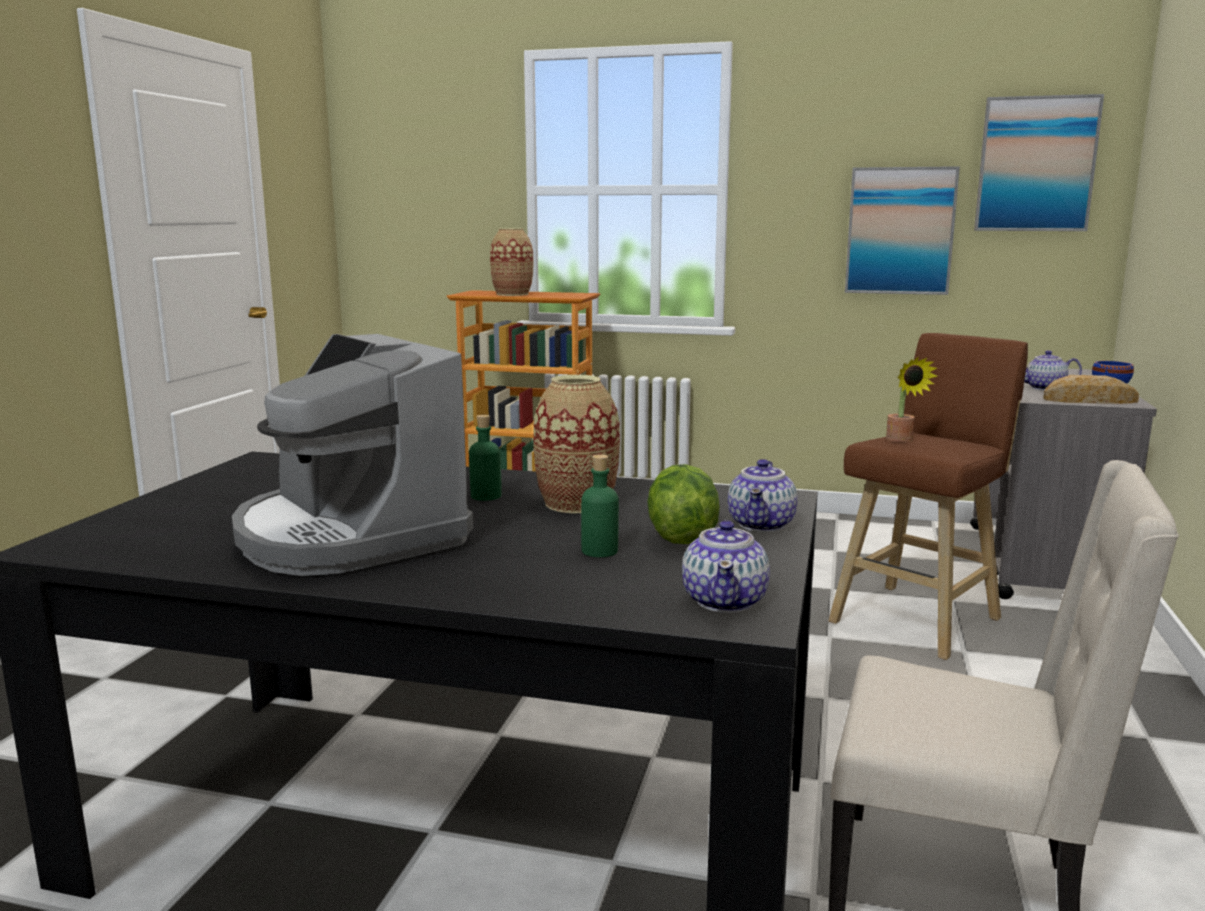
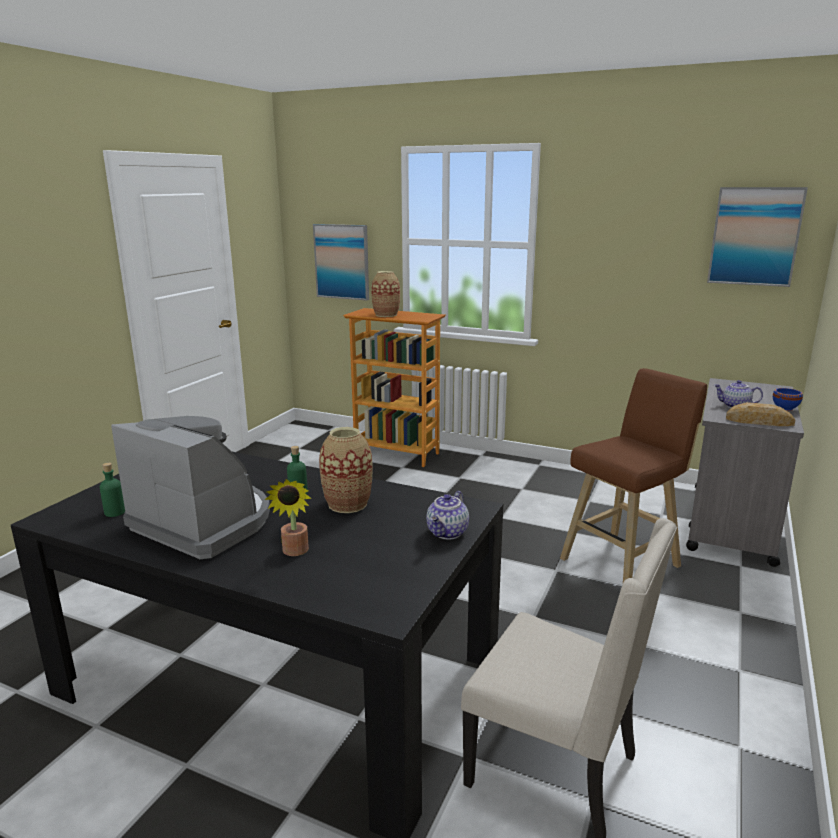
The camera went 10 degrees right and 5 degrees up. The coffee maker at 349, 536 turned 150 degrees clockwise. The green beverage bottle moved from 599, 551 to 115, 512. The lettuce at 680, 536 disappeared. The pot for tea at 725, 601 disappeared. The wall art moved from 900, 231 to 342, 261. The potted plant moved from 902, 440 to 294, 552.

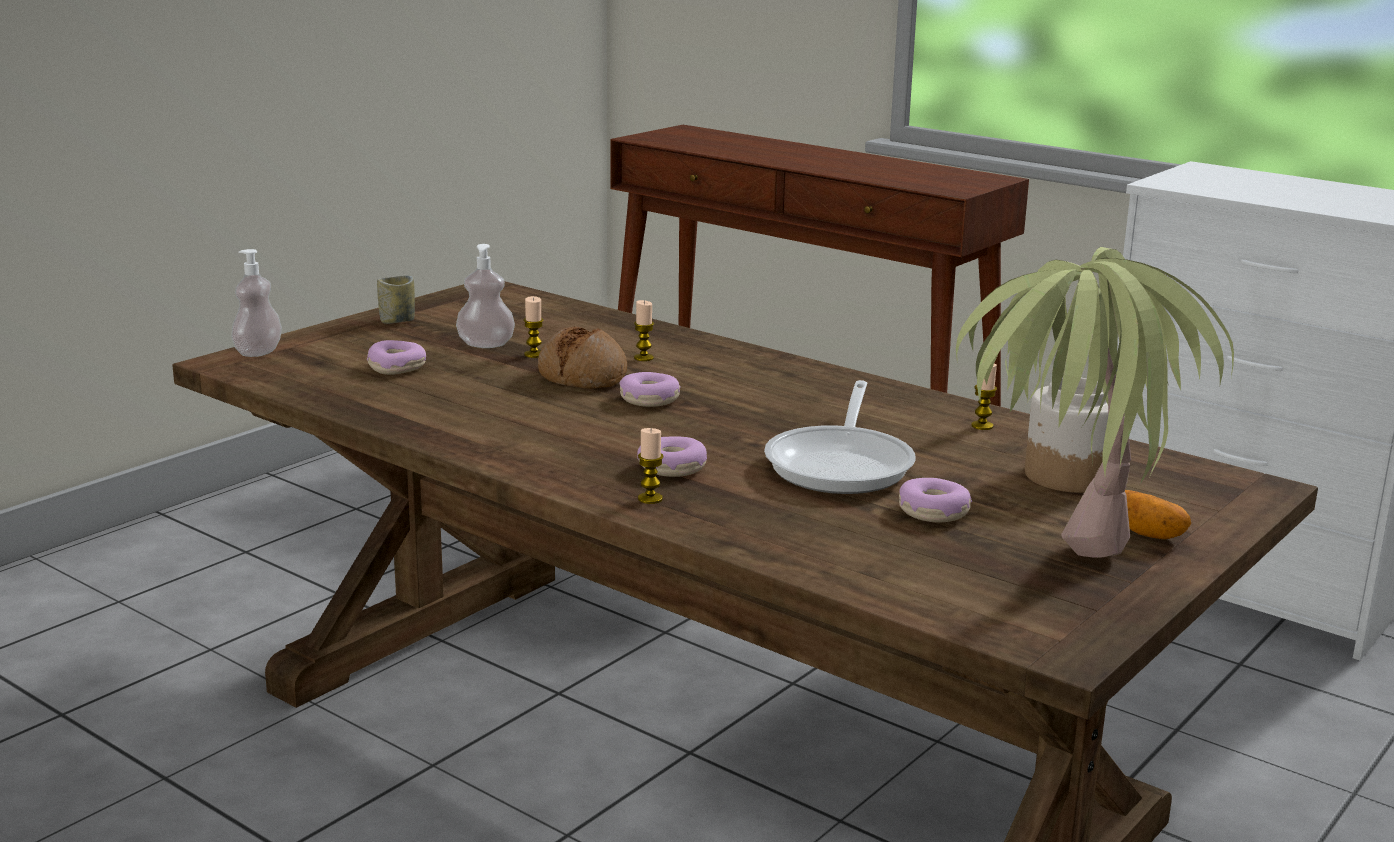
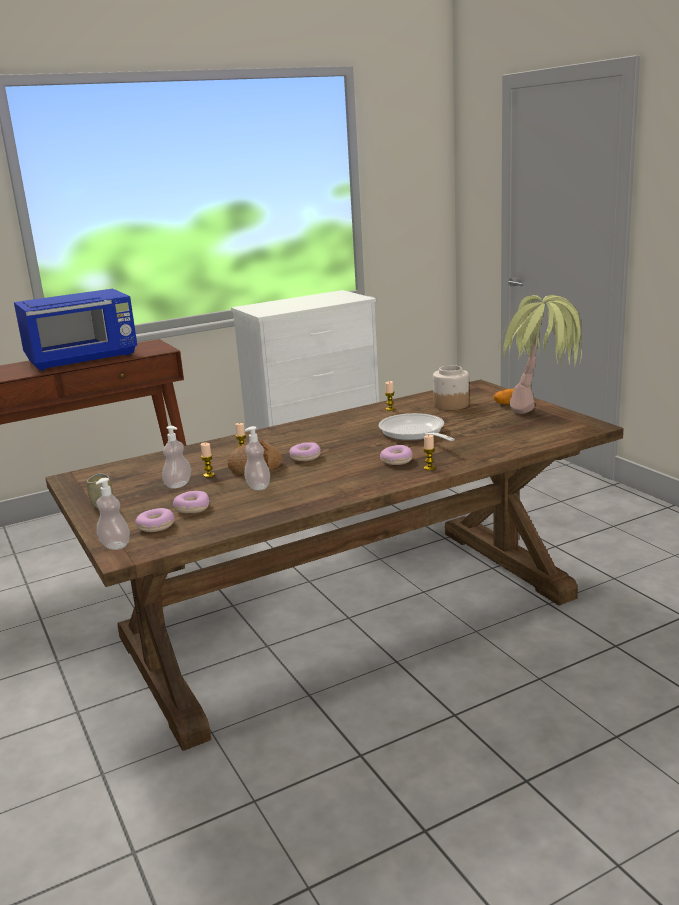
The camera went 65 degrees left and 0 degrees up. The pan at 842, 464 turned 150 degrees counterclockwise. The donut moved from 933, 512 to 156, 526. The bluish microwave at 83, 358 appeared. The soap bottle at 258, 486 appeared.

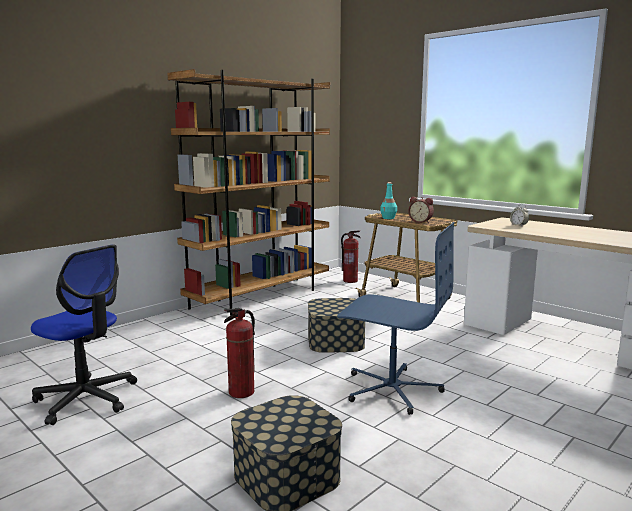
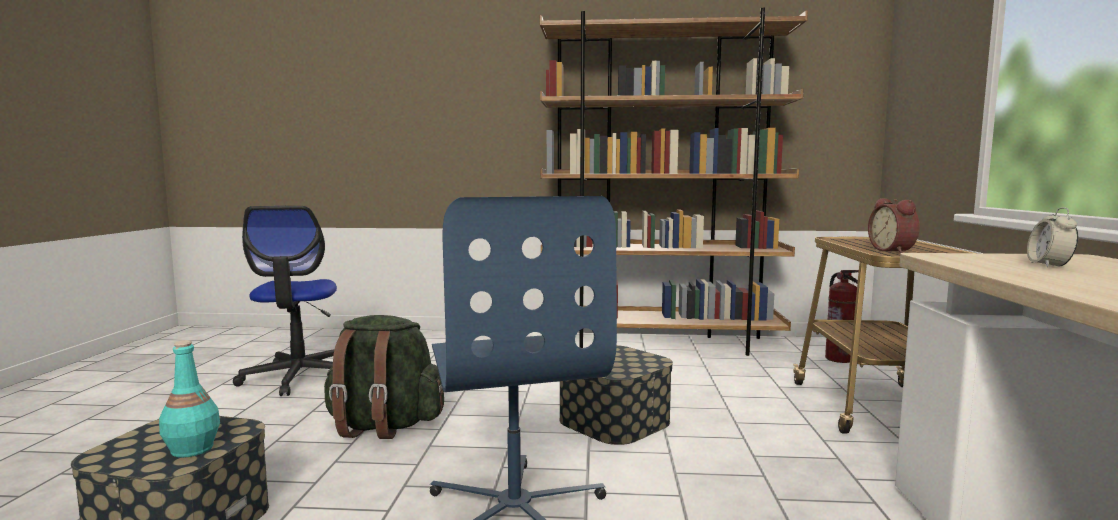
The camera went 50 degrees right and 5 degrees down. The fire-fighting cylinder at 241, 392 was replaced by the green rucksack at 383, 426. The turquoise-coloured beverage bottle moved from 388, 218 to 192, 449.

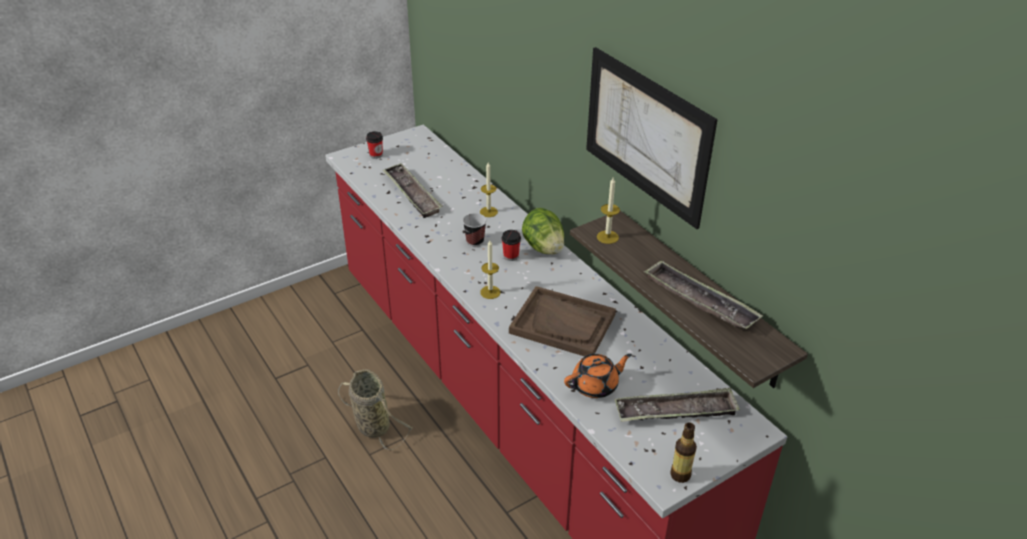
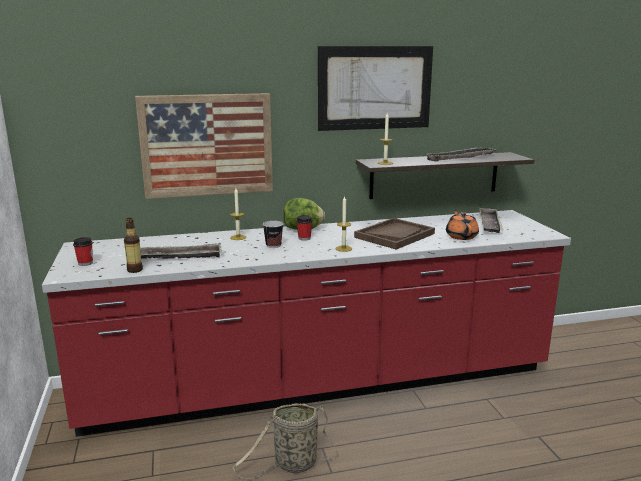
The camera went 70 degrees left and 20 degrees down. The beverage bottle moved from 680, 475 to 135, 270. The wall art at 207, 145 appeared.

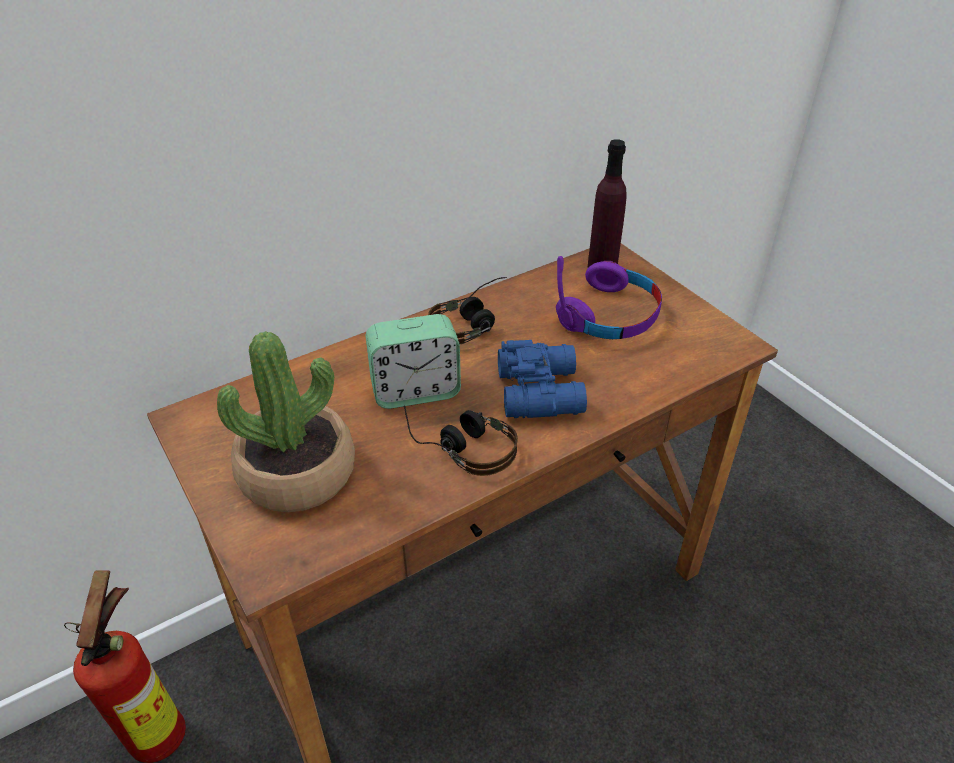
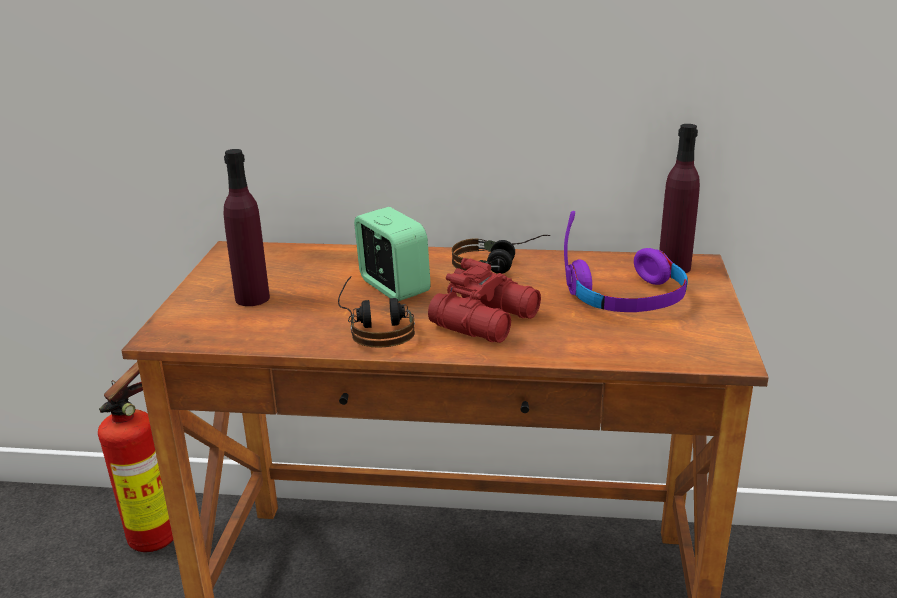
The camera went 40 degrees right and 15 degrees down. The potted plant at 297, 472 was replaced by the purple beverage bottle at 252, 298. The bedside clock at 415, 391 turned 150 degrees counterclockwise. The bluish pair of binoculars at 541, 390 became the reddish pair of binoculars at 488, 320.

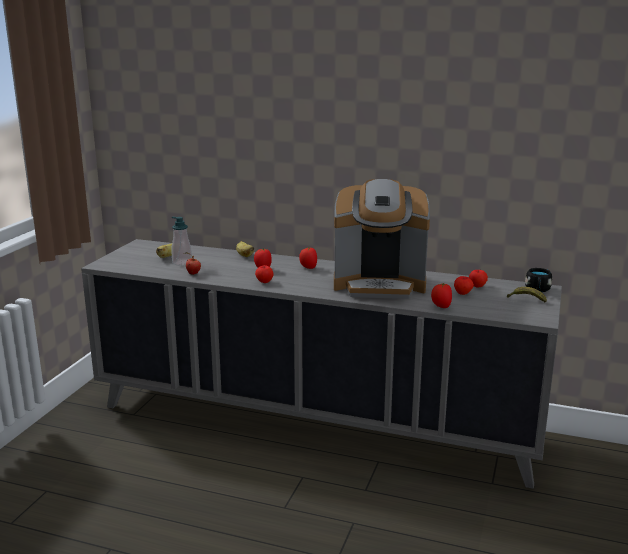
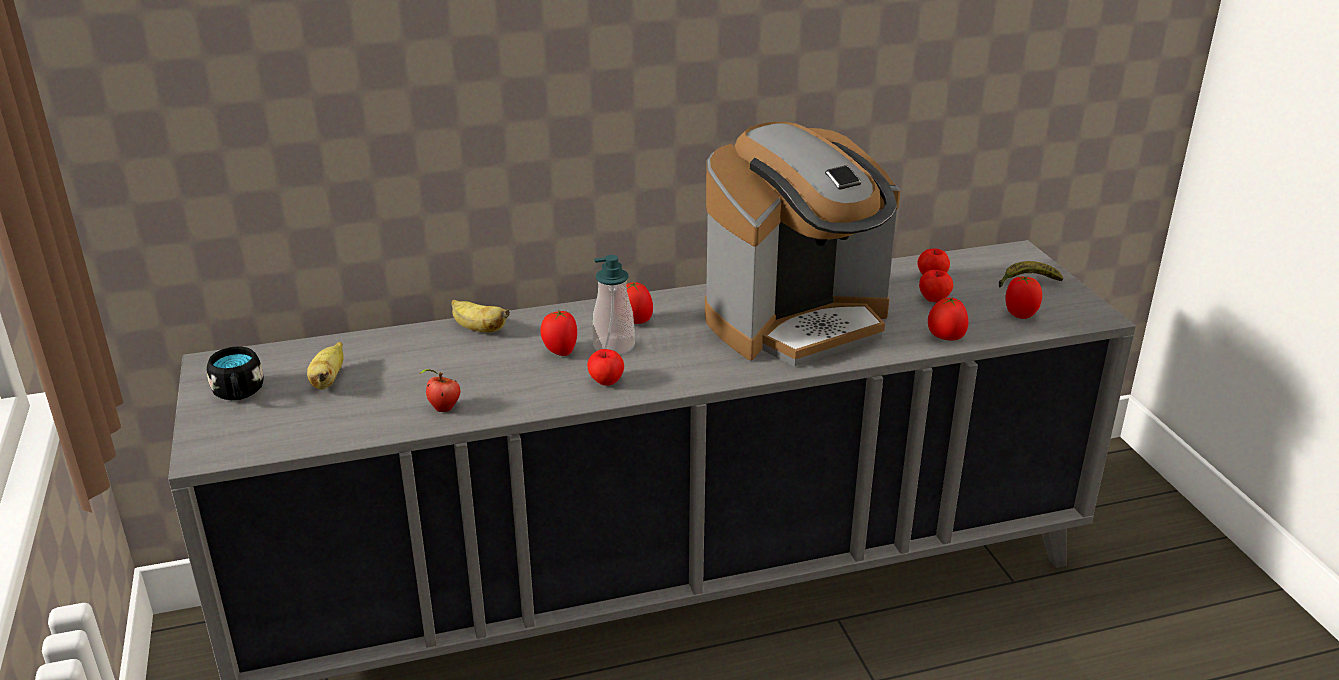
The camera went 35 degrees left and 10 degrees up. The soap bottle moved from 182, 263 to 614, 346. The black tea mug moved from 537, 290 to 239, 393. The whole tomato at 1020, 314 appeared.

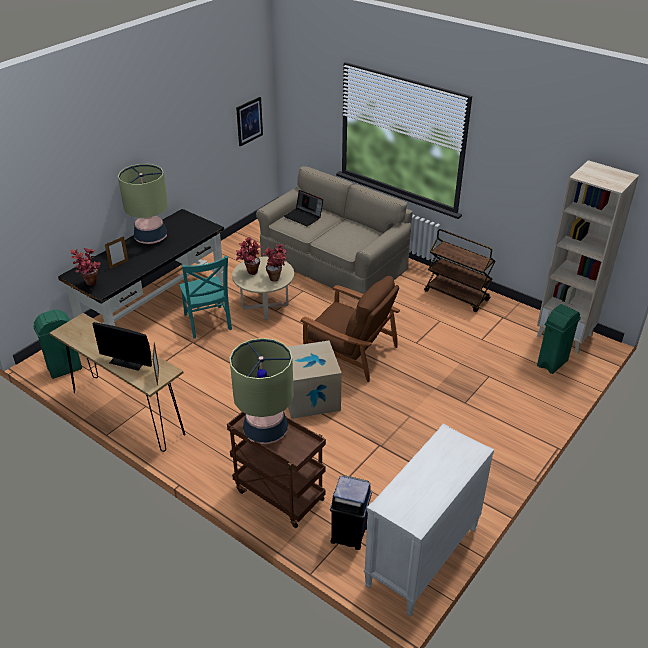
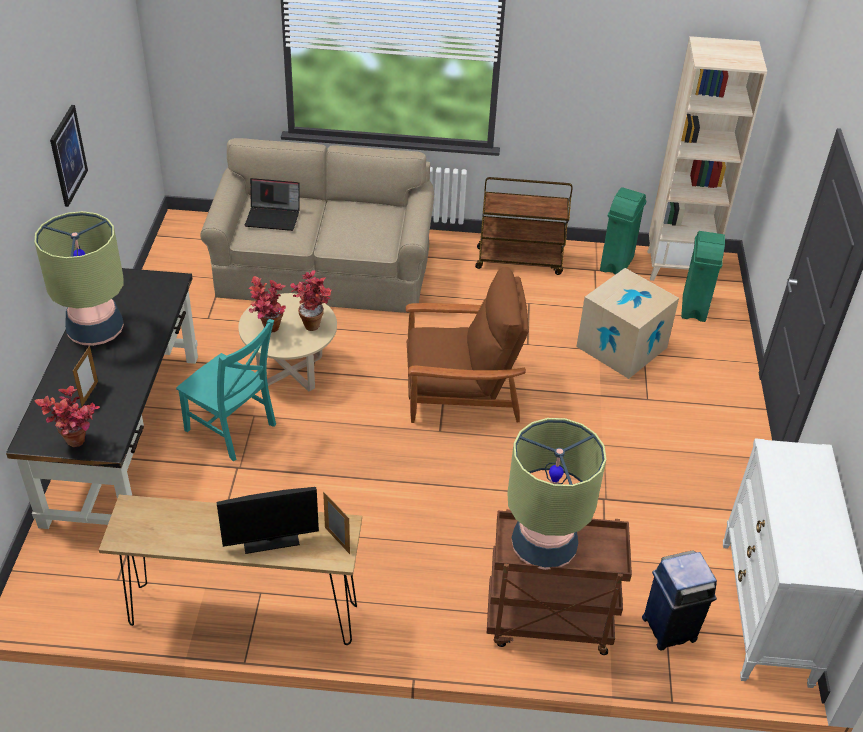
The camera went 35 degrees left and 5 degrees up. The green rubbish bin moved from 64, 369 to 616, 264. The wall art moved from 249, 121 to 68, 155. The cardboard box moved from 310, 397 to 621, 347.

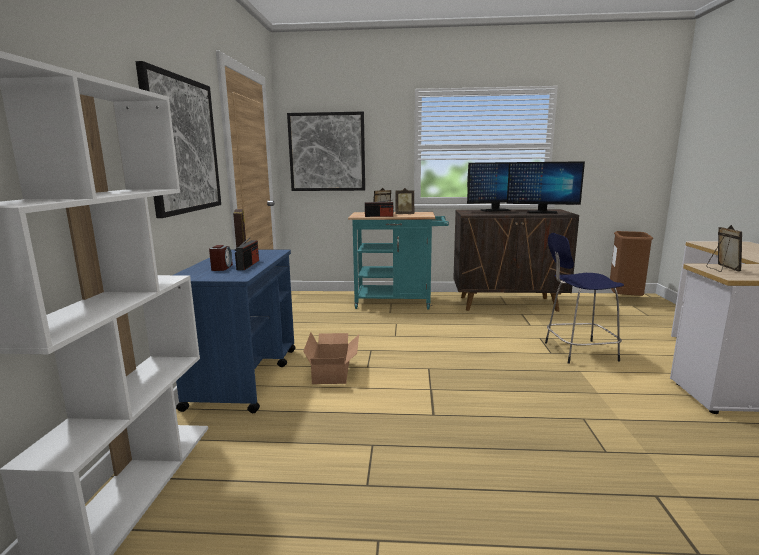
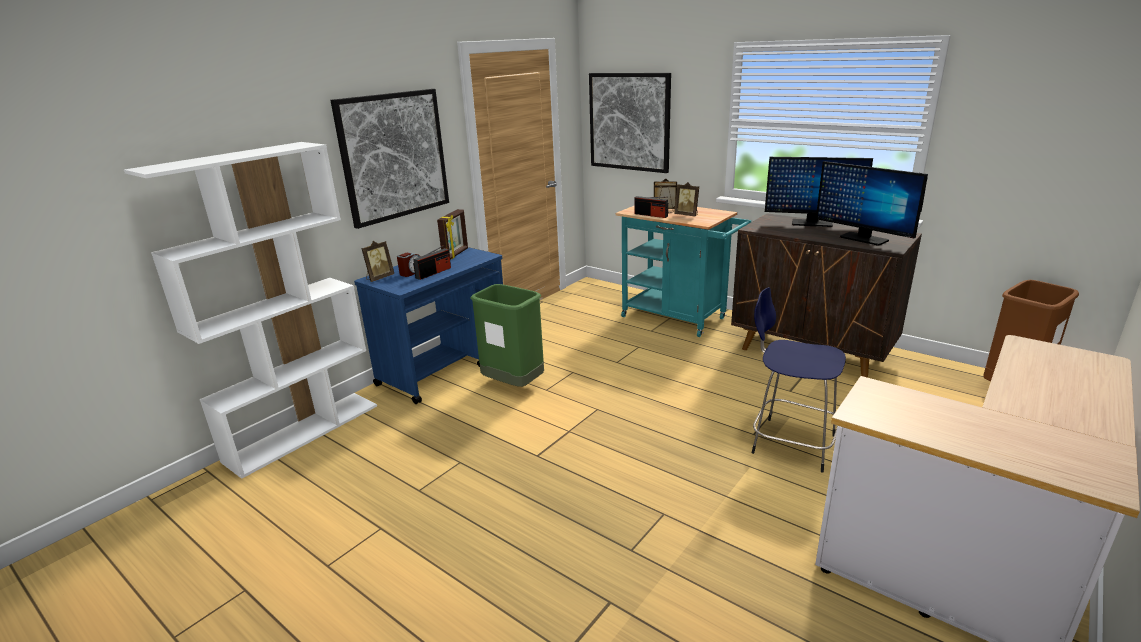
The camera went 35 degrees right and 10 degrees up. The cardboard box at 333, 371 was replaced by the green rubbish bin at 513, 385. The picture frame moved from 721, 269 to 379, 278.

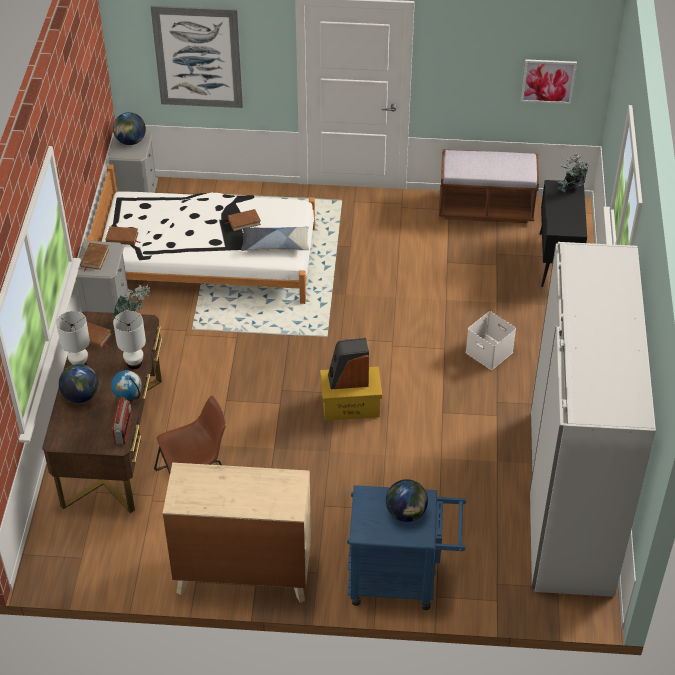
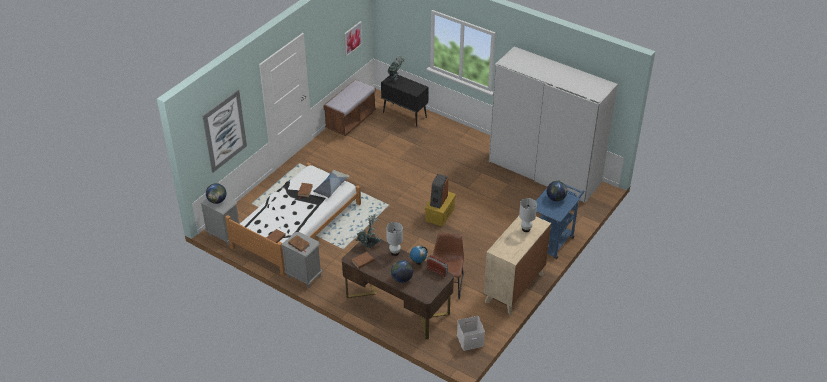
The camera went 60 degrees left and 5 degrees down. The white-coloured tabletop lamp moved from 79, 363 to 525, 229. The white-coloured storage box moved from 488, 352 to 470, 340.

